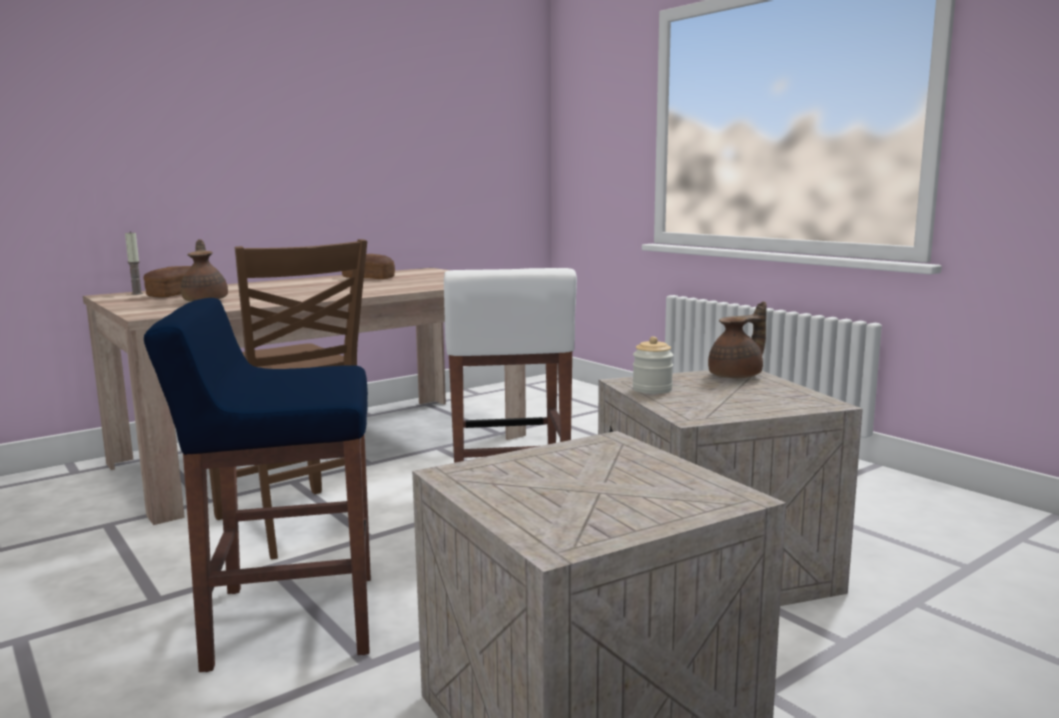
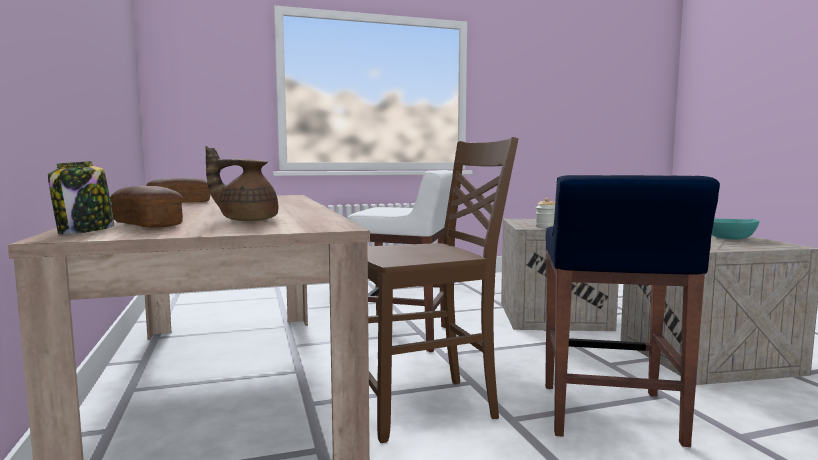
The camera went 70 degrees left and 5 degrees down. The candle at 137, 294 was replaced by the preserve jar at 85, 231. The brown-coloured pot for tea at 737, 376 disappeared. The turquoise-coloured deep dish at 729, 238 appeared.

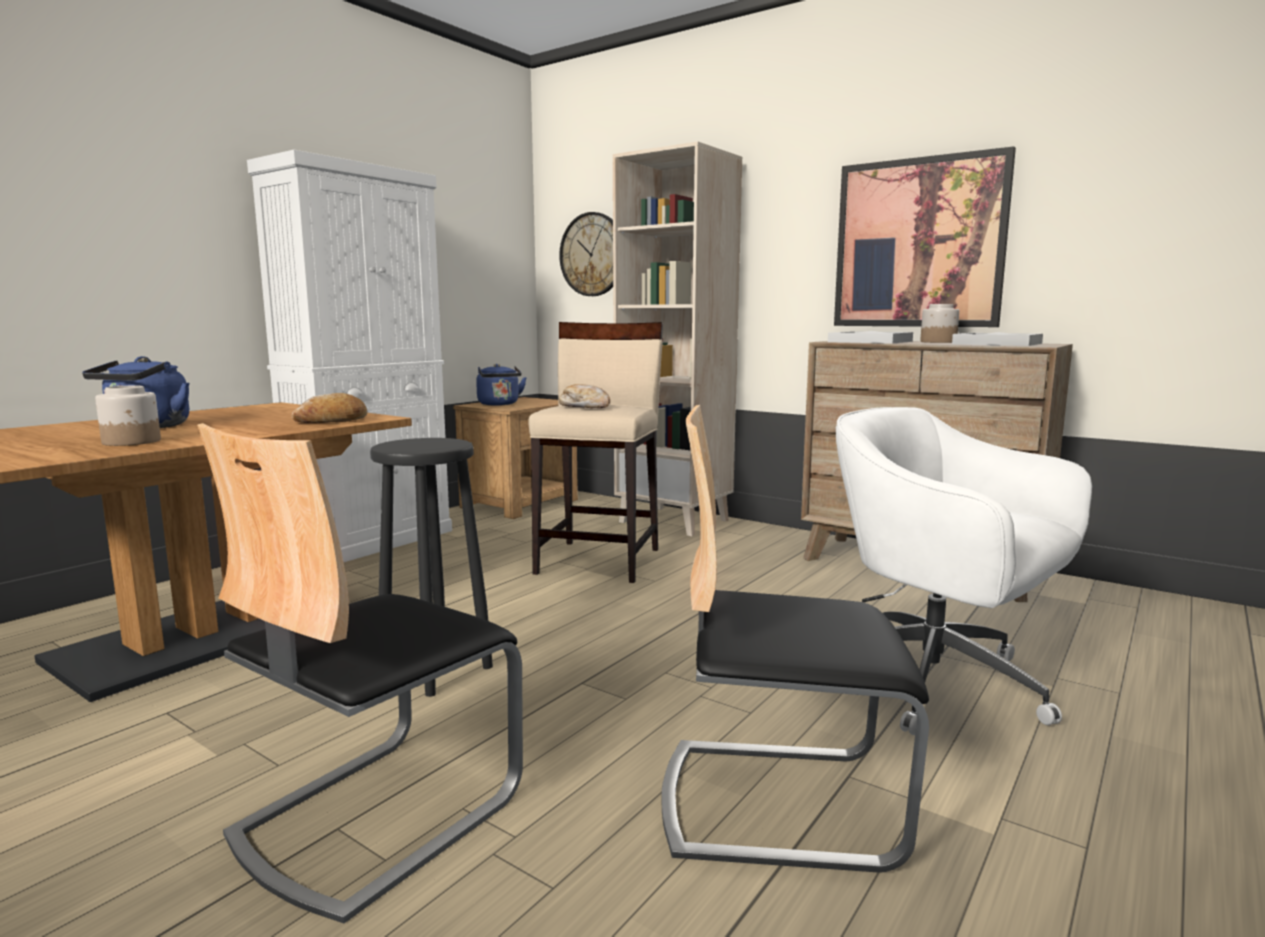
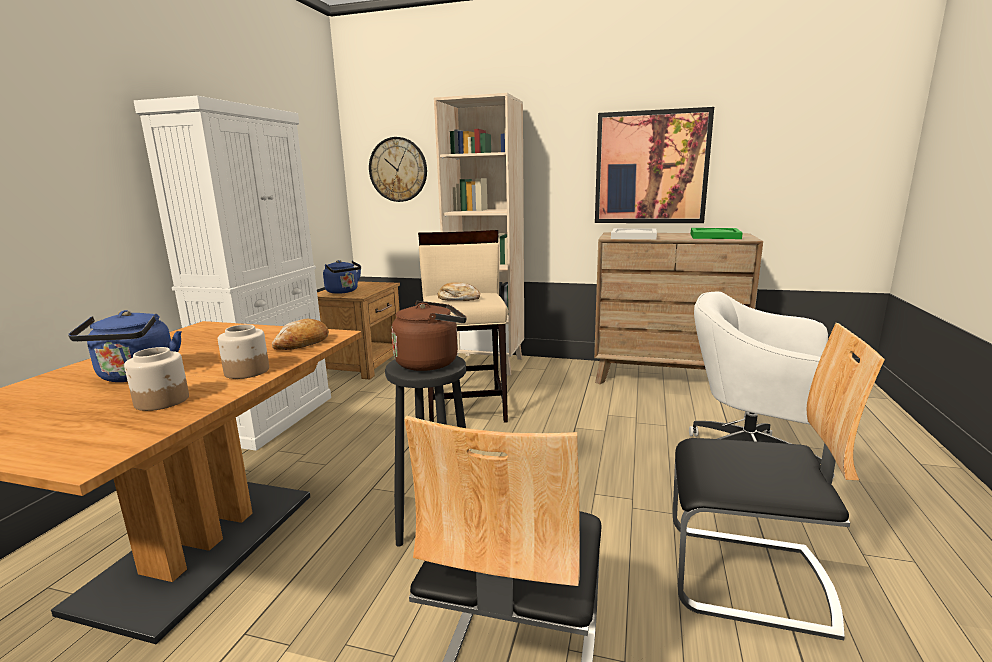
The camera went 20 degrees left and 5 degrees up. The plain chair at 778, 800 turned 150 degrees counterclockwise. The preserve jar moved from 938, 342 to 246, 371. The white-coloured tray at 998, 344 became the green tray at 715, 236. The brown-coloured kettle at 431, 362 appeared.

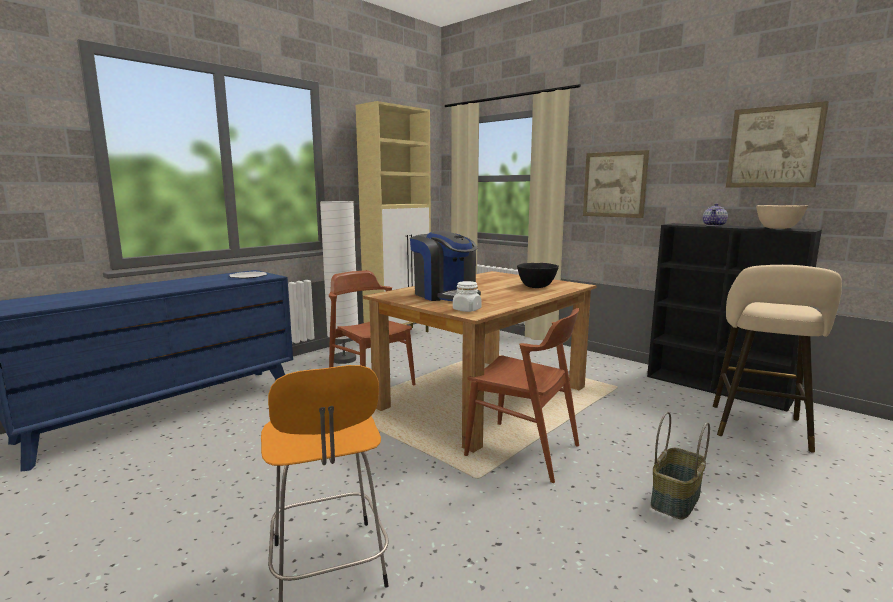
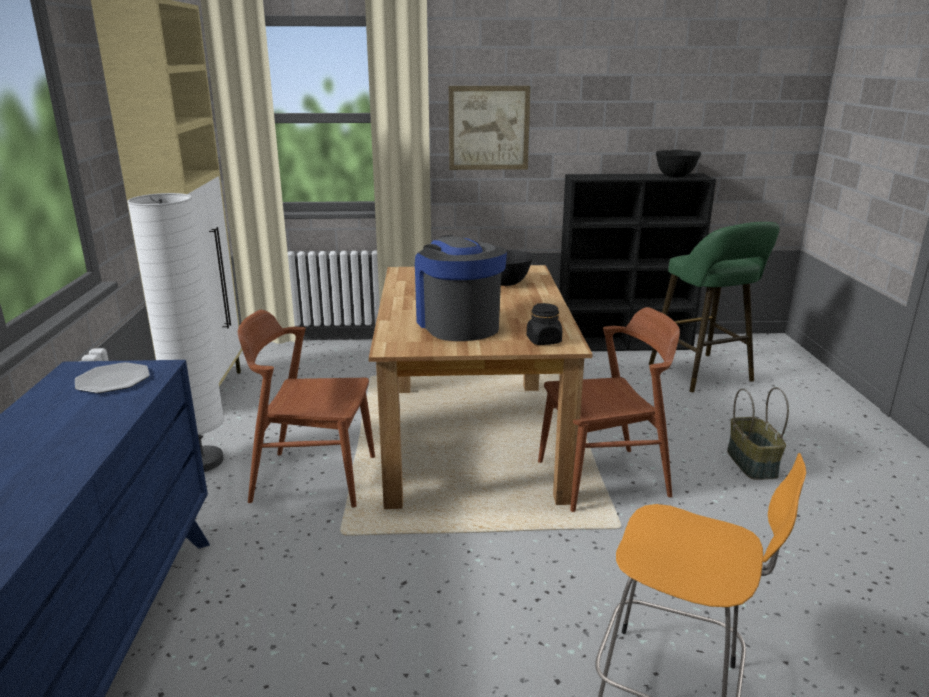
The camera went 45 degrees left and 10 degrees up. The coffee maker at 445, 295 turned 120 degrees counterclockwise. The white-coloured preserve jar at 466, 310 became the black preserve jar at 544, 341. The pot for tea at 714, 225 disappeared. The beige-coloured sitting stool at 760, 430 became the green sitting stool at 704, 375. The wall art at 774, 147 disappeared. The beige-coloured deep dish at 778, 228 became the black deep dish at 676, 176.

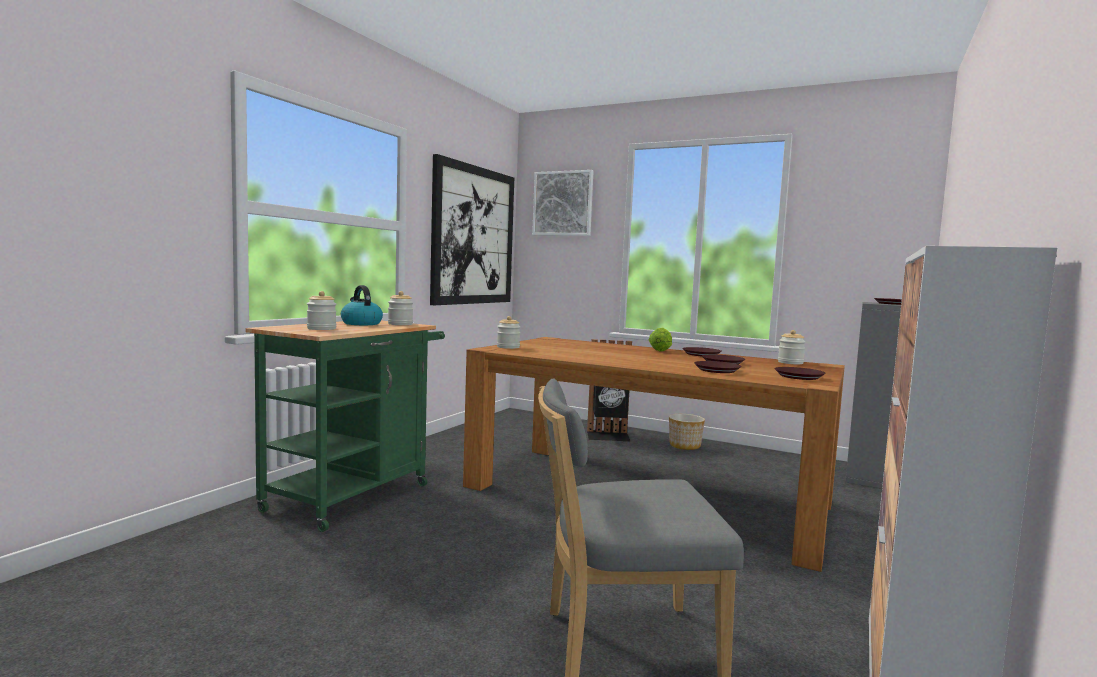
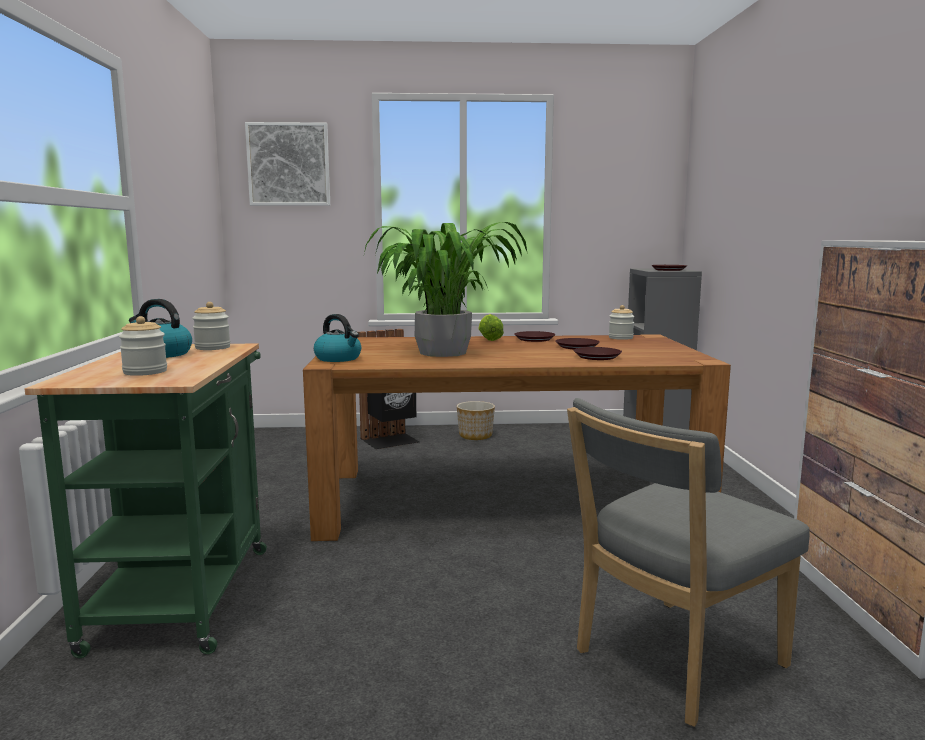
The camera went 30 degrees left and 5 degrees up. The wall art at 473, 236 disappeared. The preserve jar at 508, 347 was replaced by the kettle at 339, 358. The brown-coloured dinner plate at 799, 377 disappeared. The potted plant at 442, 353 appeared.

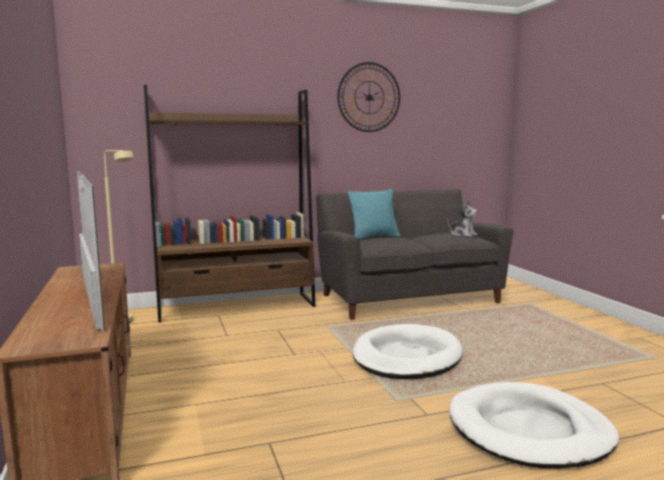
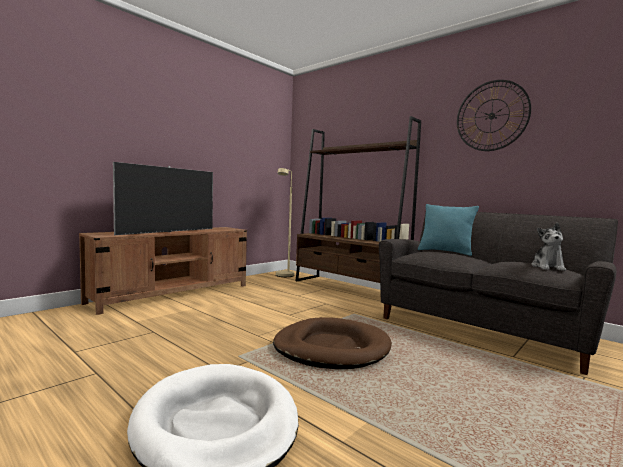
The camera went 60 degrees right and 5 degrees down. The white-coloured dog cushion at 406, 357 became the brown-coloured dog cushion at 331, 348.

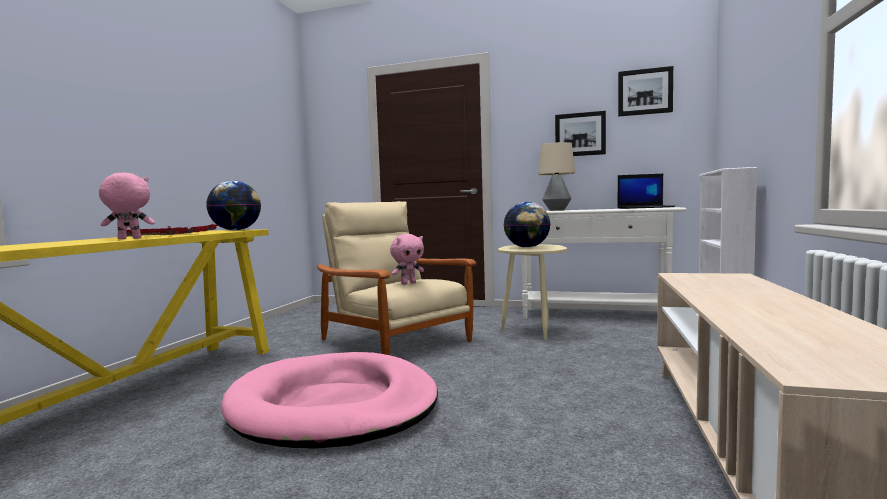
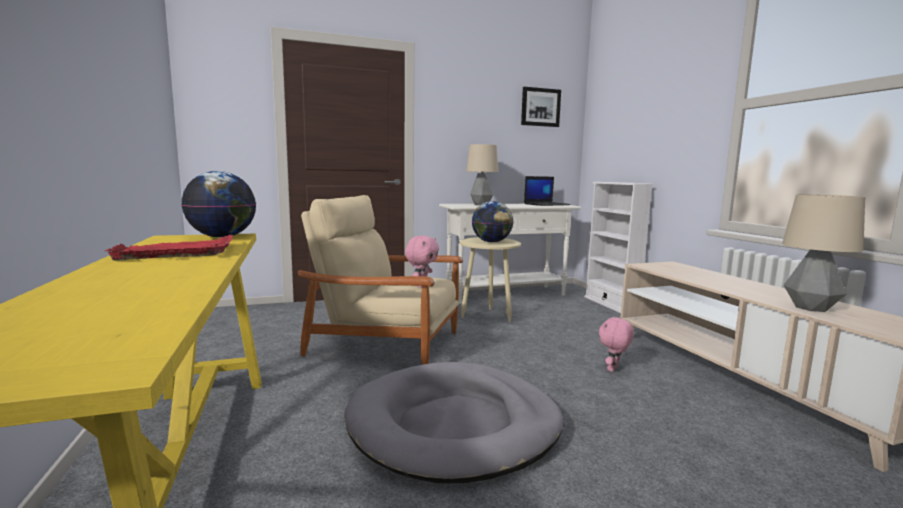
The camera went 35 degrees left and 5 degrees up. The pink plush toy moved from 129, 238 to 613, 369. The pink dog cushion at 334, 406 became the greyish dog cushion at 454, 425. The wall art at 580, 134 disappeared. The tabletop lamp at 810, 308 appeared.

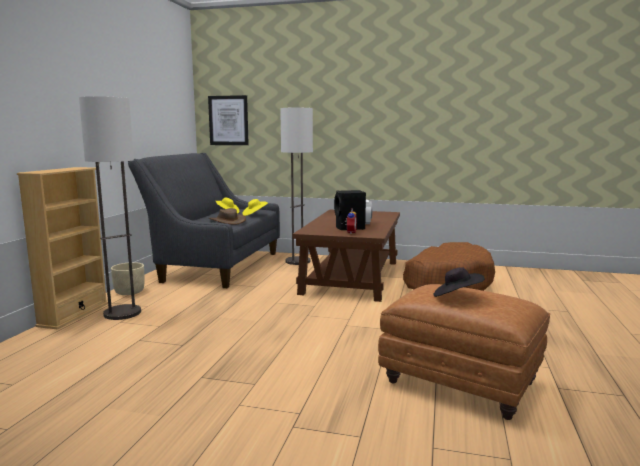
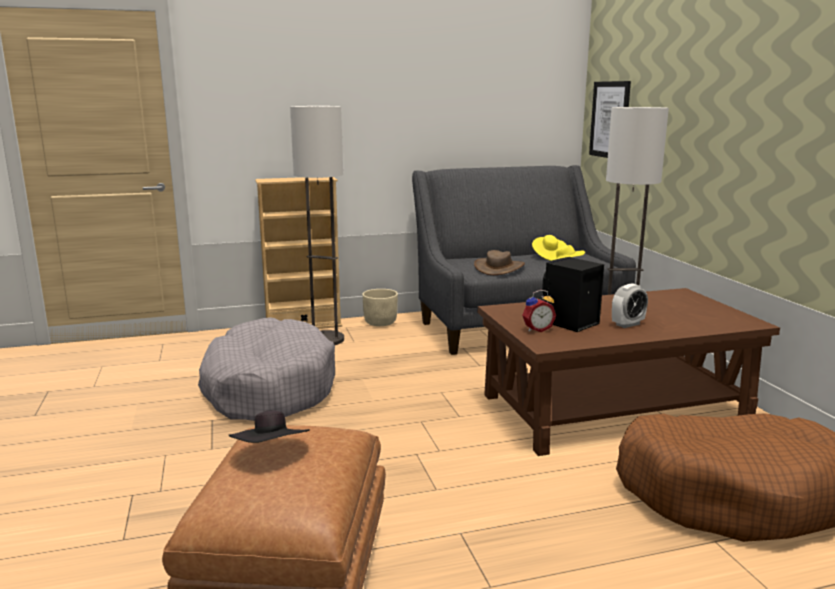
The camera went 60 degrees right and 5 degrees up. The greyish dog cushion at 268, 388 appeared.

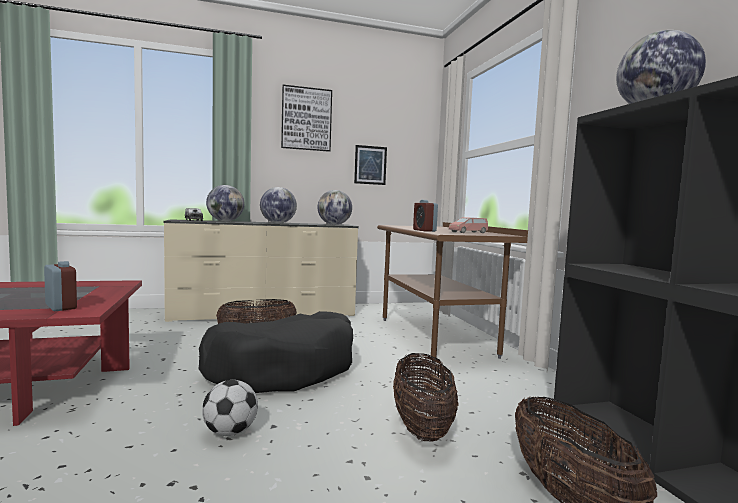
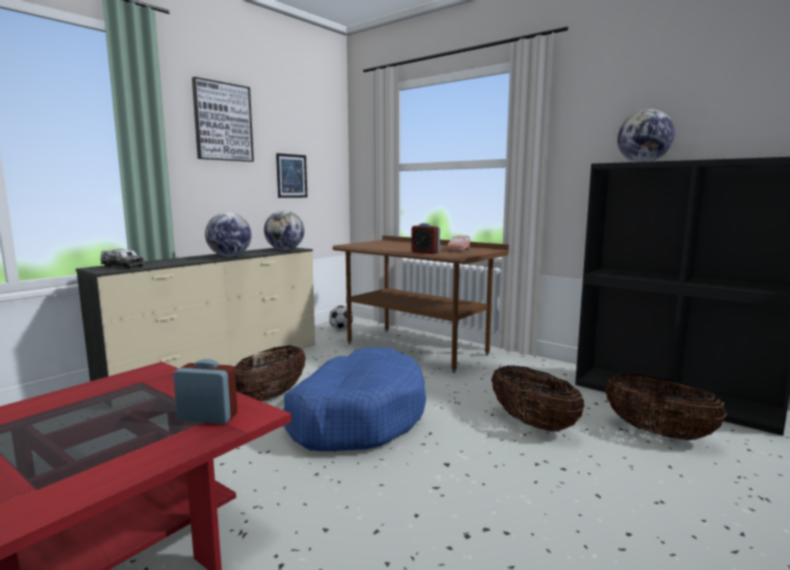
The camera went 35 degrees left and 5 degrees up. The black dog cushion at 283, 368 became the bluish dog cushion at 356, 416. The football moved from 230, 432 to 341, 329. The desk globe at 225, 221 disappeared.

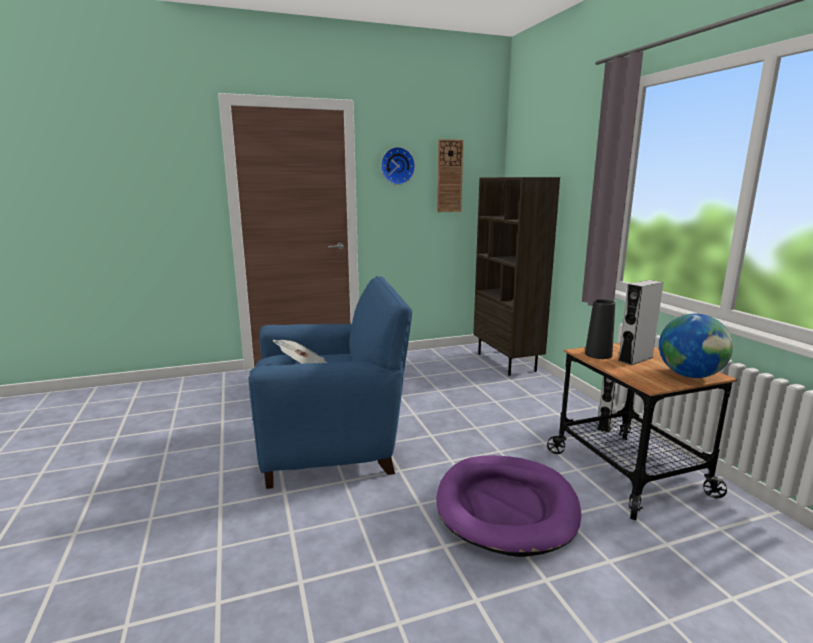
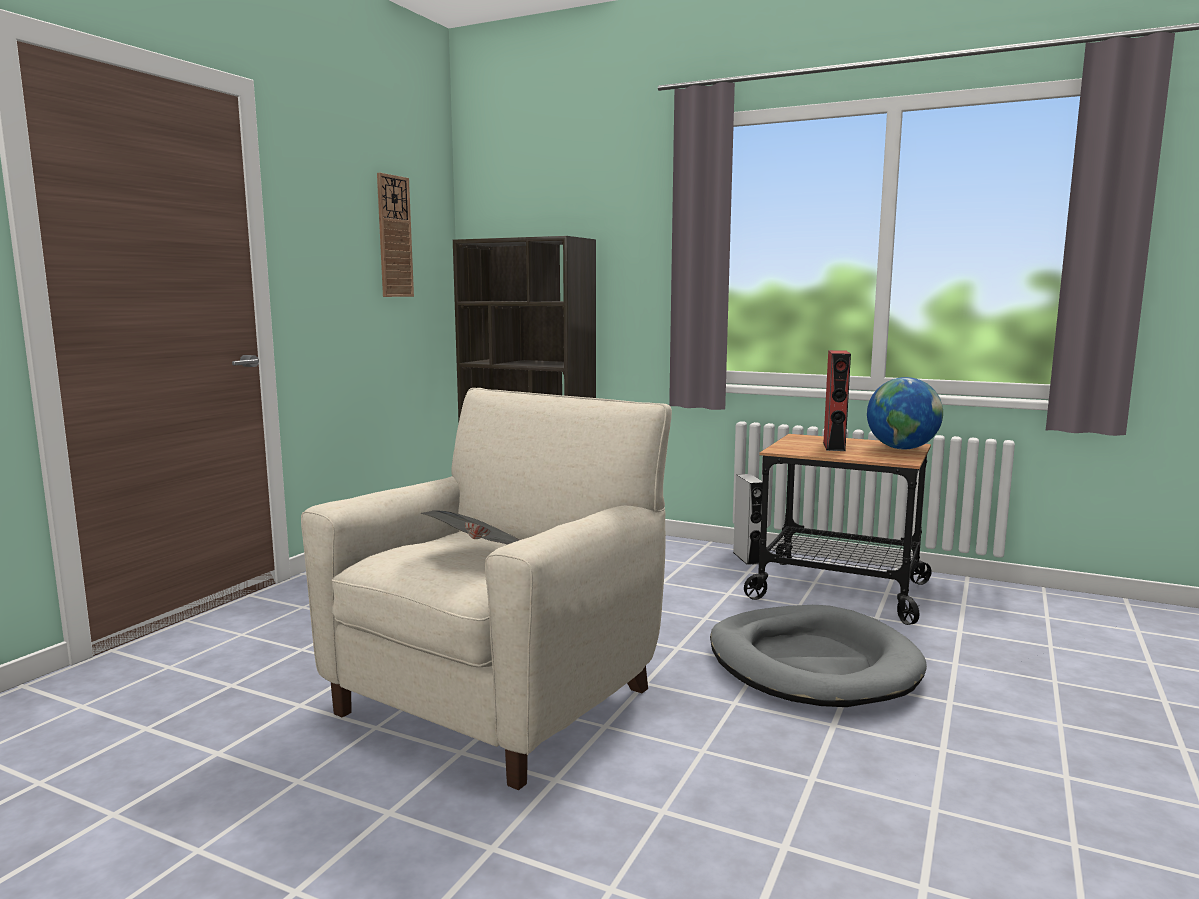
The camera went 45 degrees left and 5 degrees down. The bluish armchair at 332, 446 became the beige-coloured armchair at 501, 698. The hanging clock at 397, 166 disappeared. The purple dog cushion at 506, 507 became the greyish dog cushion at 812, 663. The black flower vase at 598, 354 disappeared. The greyish loudspeaker at 635, 359 became the reddish loudspeaker at 834, 446.

